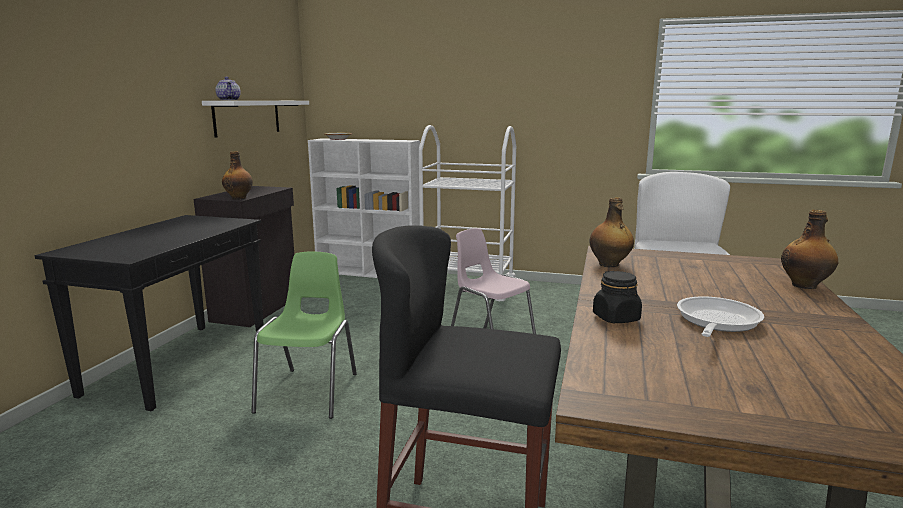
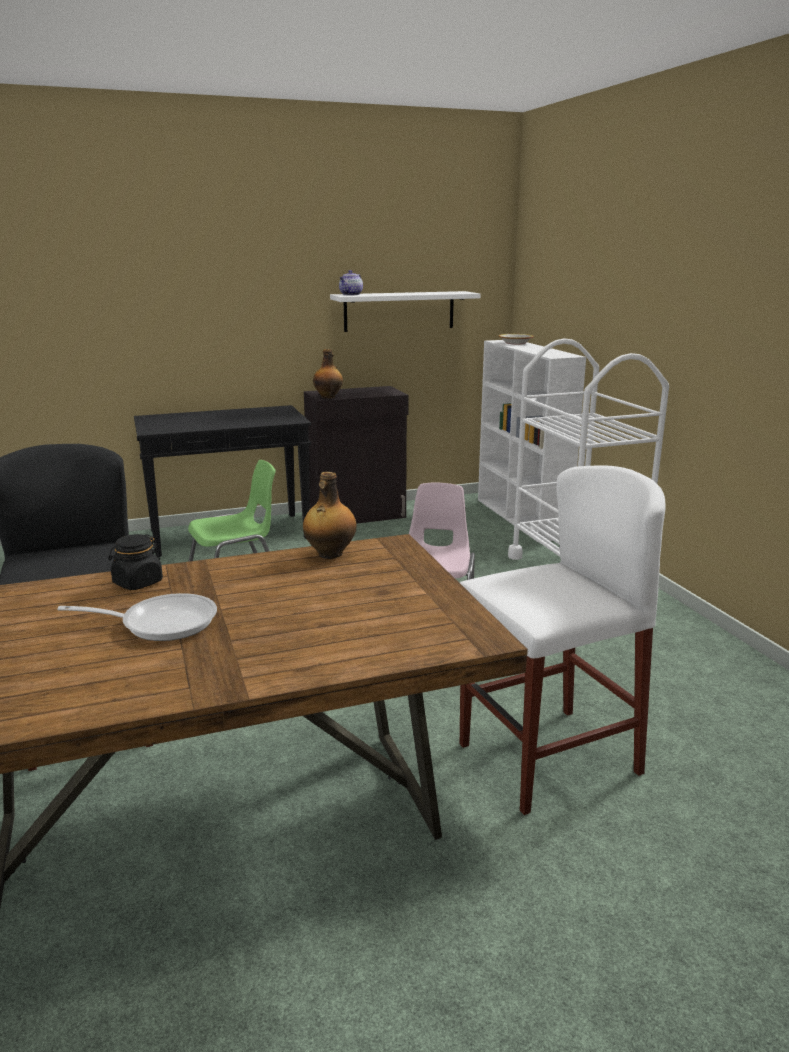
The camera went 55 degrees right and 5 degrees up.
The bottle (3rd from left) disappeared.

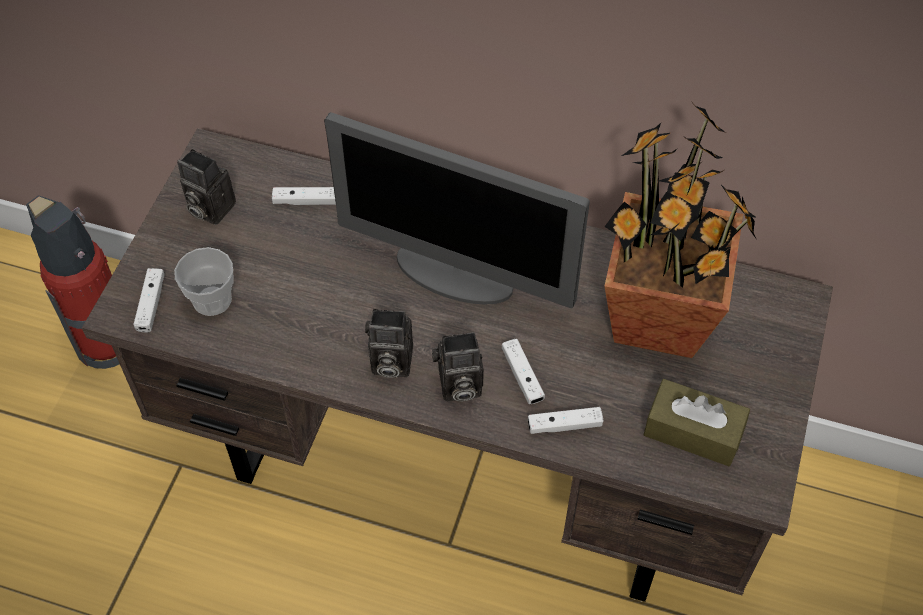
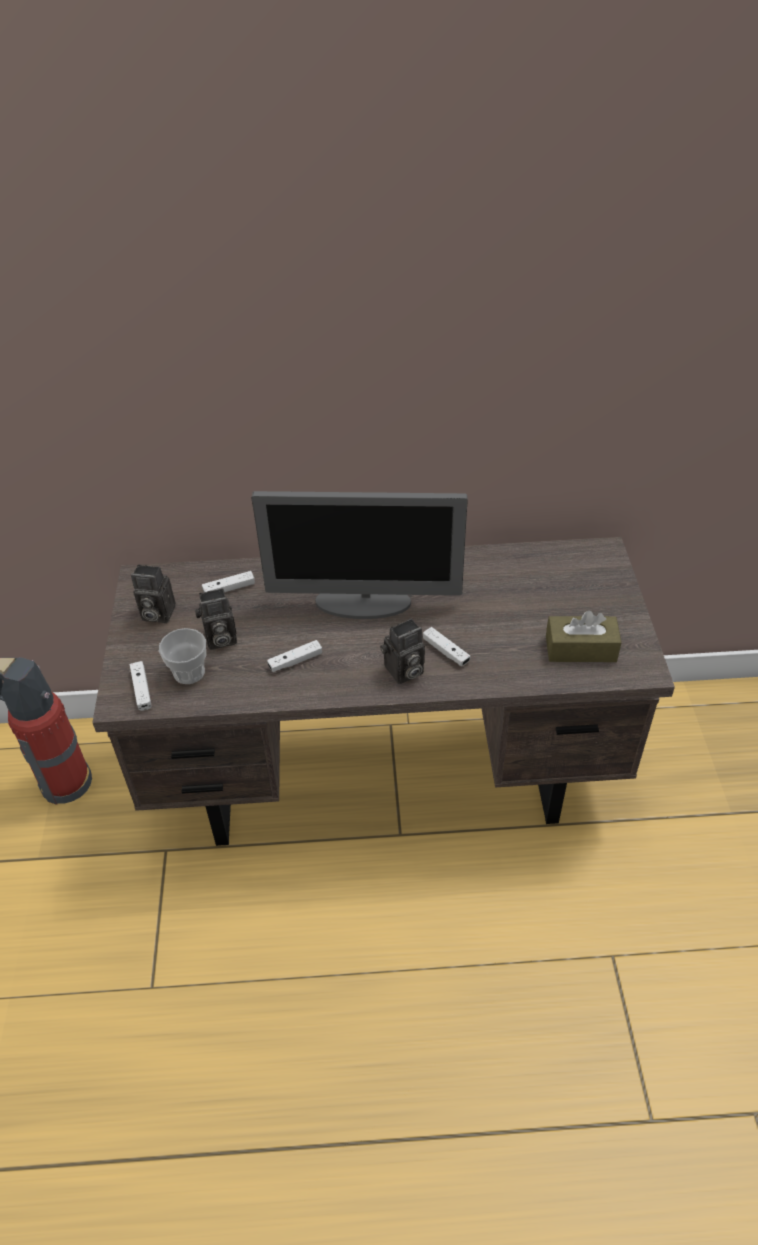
The camera went 20 degrees left and 10 degrees down.
The houseplant disappeared.
The still camera (2nd from left) moved.
The whitish gamepad (4th from left in the first image) moved.

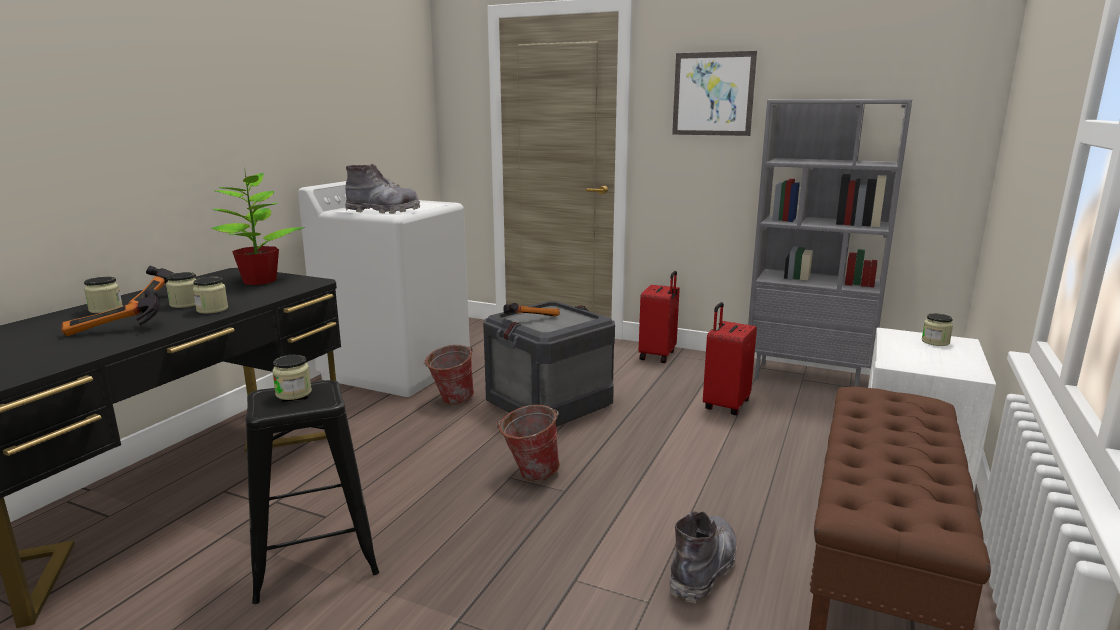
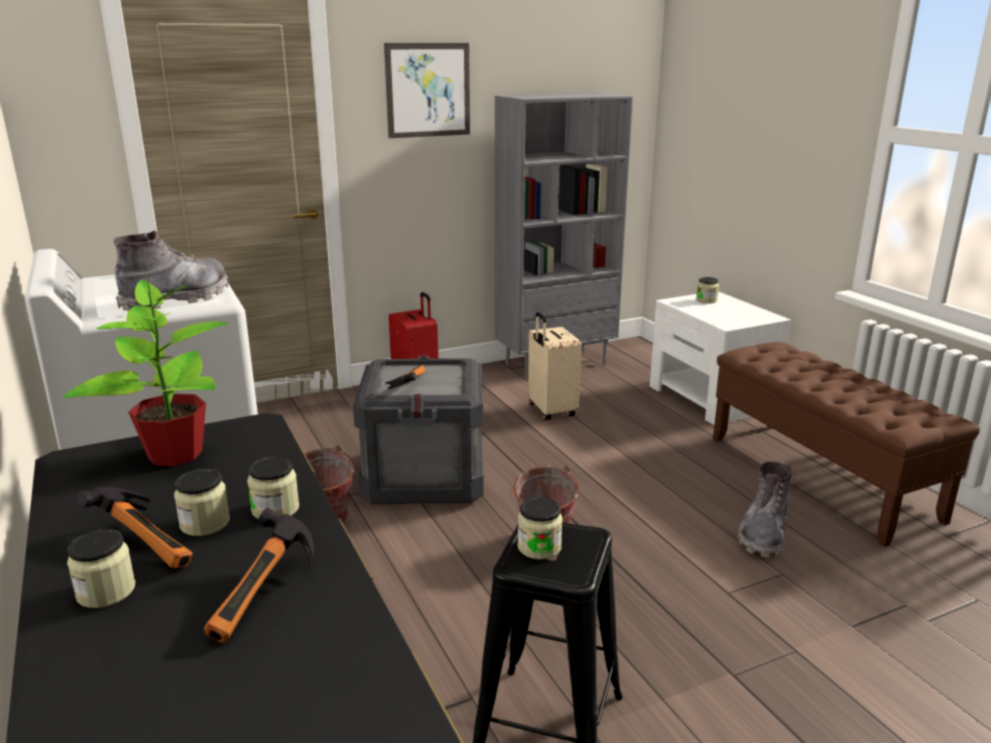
The camera went 50 degrees left and 5 degrees up.
The red-coloured suitcase (2nd from left) became the beige suitcase.
The gray tall boot (2nd from left) turned 135 degrees counterclockwise.

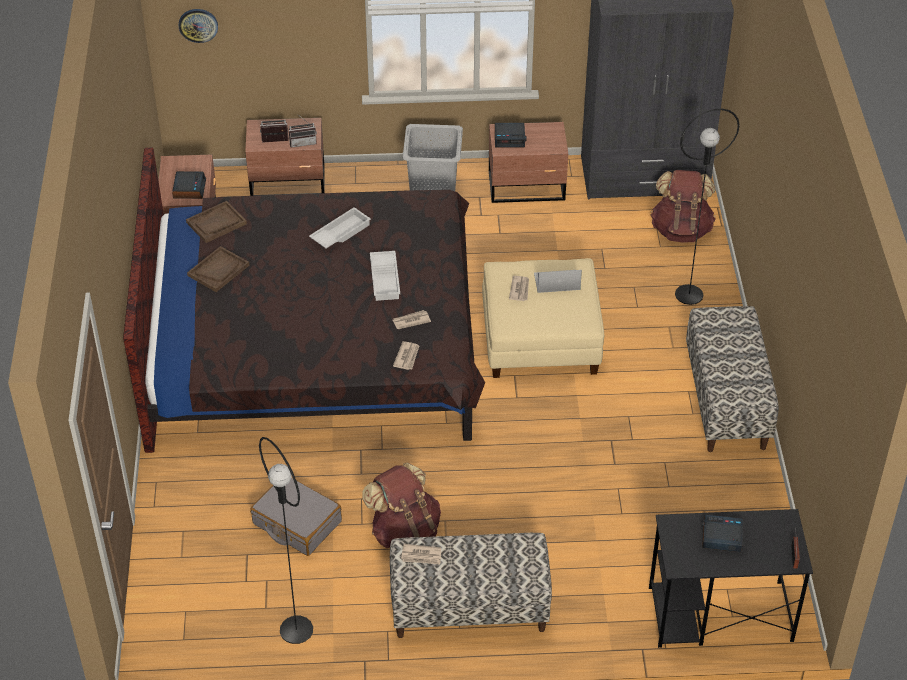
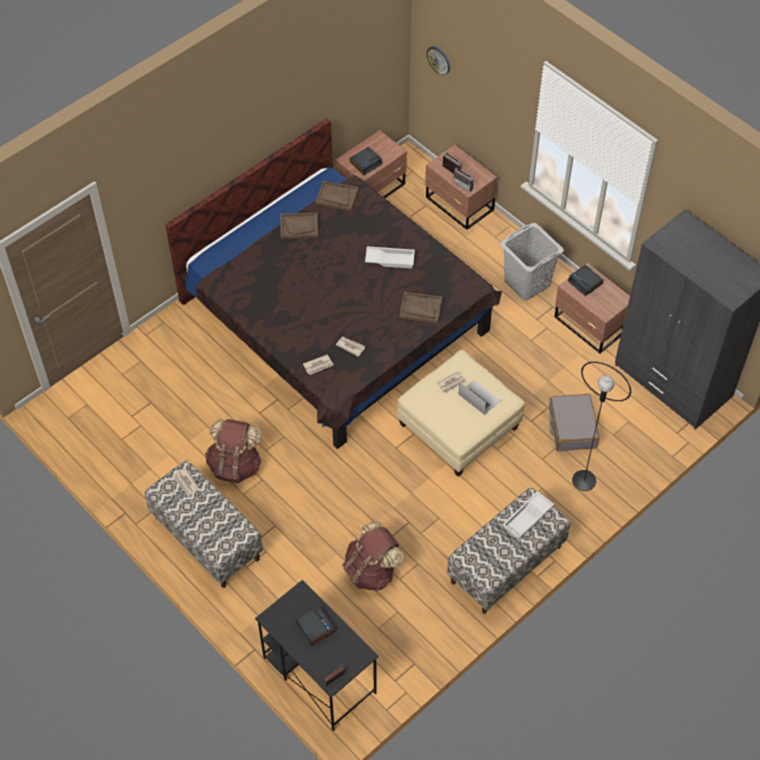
The camera went 50 degrees right and 10 degrees up.
The black standard lamp (1st from left) disappeared.
The brown-coloured carrying tray (3rd from left) appeared.
The gray suitcase moved.
The whitish carrying tray (2nd from left) moved.
The brown-coloured rucksack (2nd from left) moved.

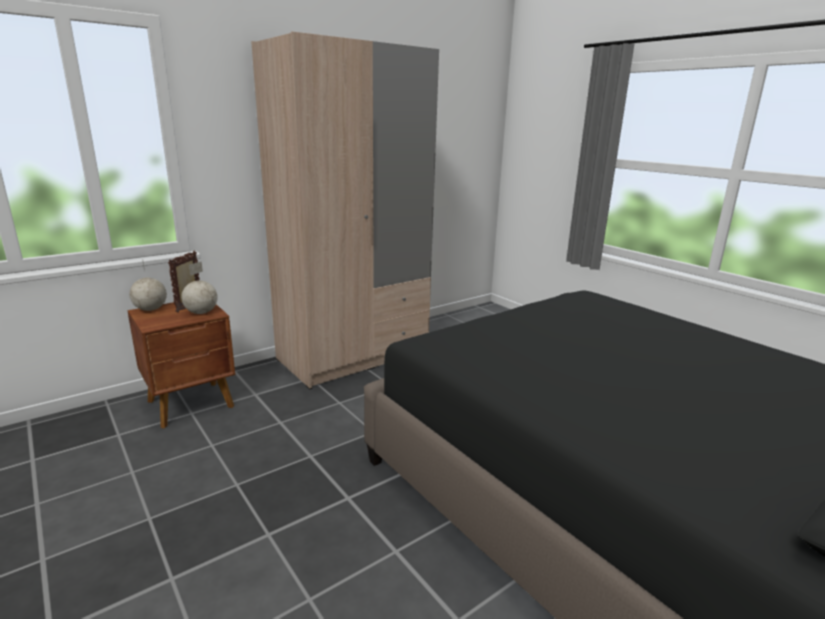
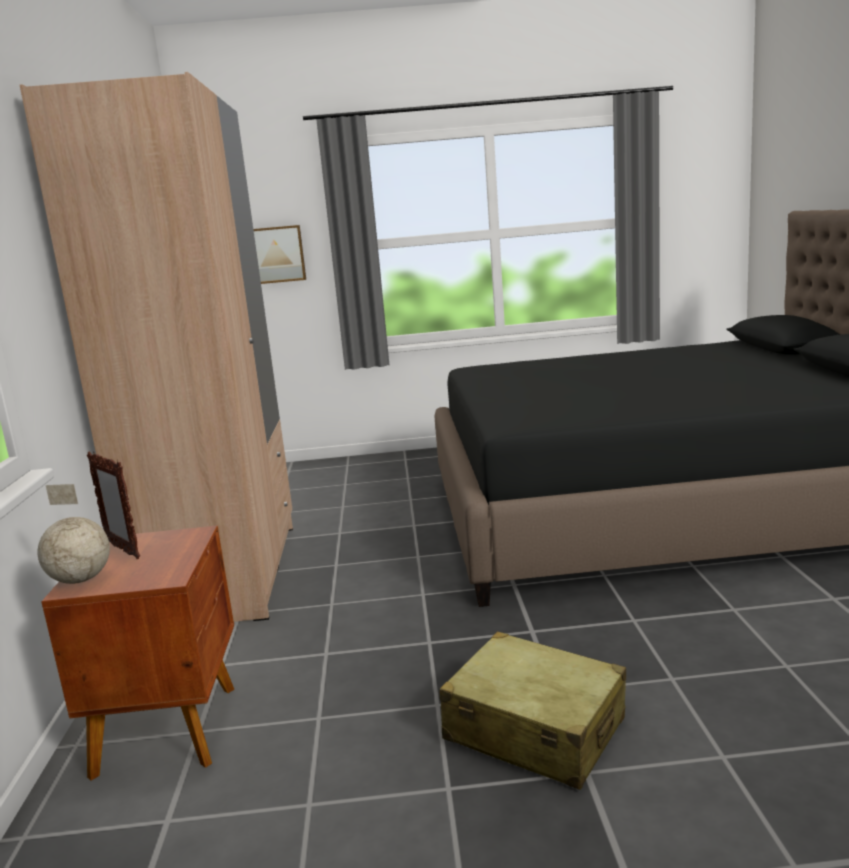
The camera went 55 degrees left and 5 degrees down.
The world globe (2nd from left) disappeared.
The wall art appeared.
The beige suitcase appeared.

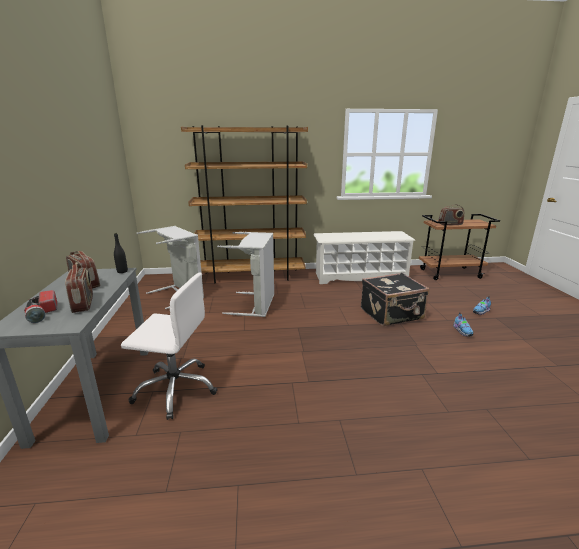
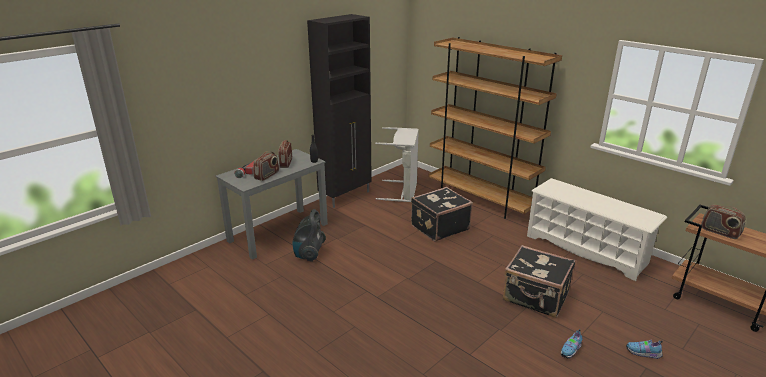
The camera went 50 degrees right and 5 degrees up.
The black storage cabinet appeared.
The whitish desk chair was replaced by the hoover.
The gray laundry basket (2nd from left) was replaced by the black suitcase (1st from left).

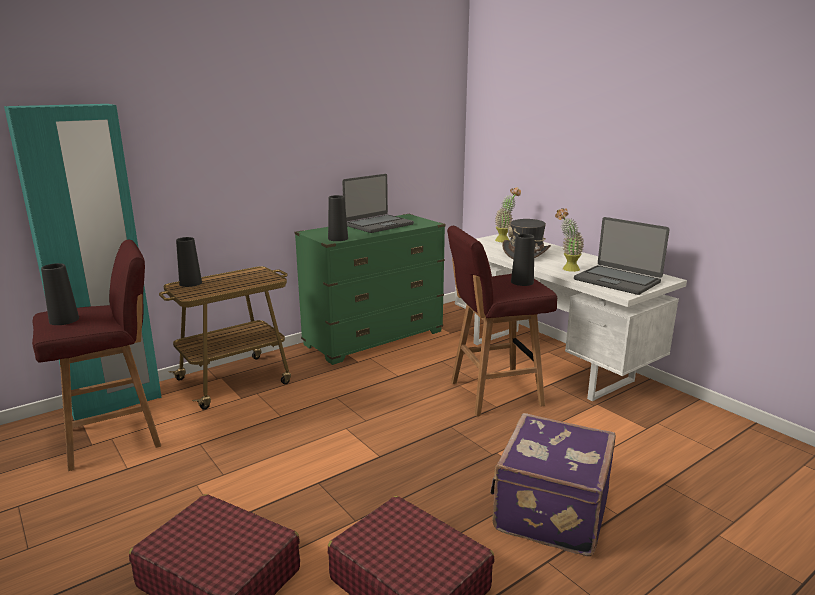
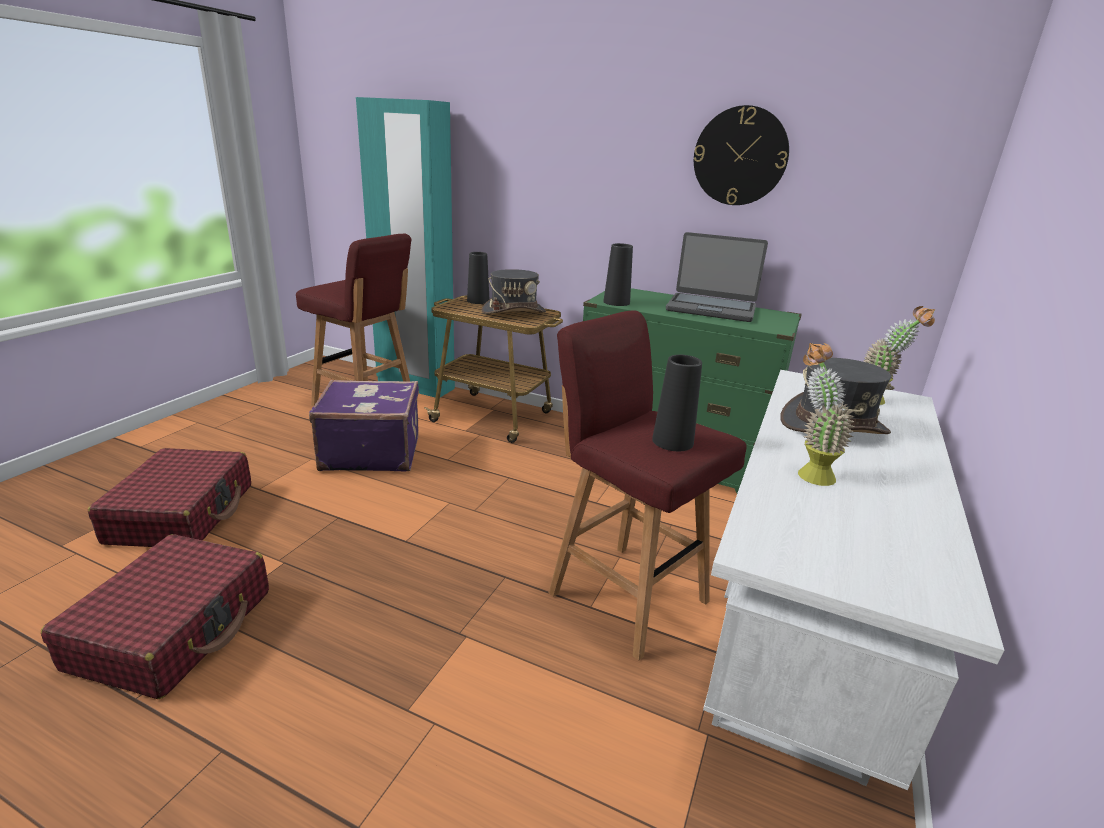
The camera went 60 degrees right and 5 degrees up.
The black flower vase (1st from left) disappeared.
The notebook computer (2nd from left) disappeared.
The gray wearable hat (1st from left) appeared.
The hanging clock appeared.
The purplish suitcase moved.

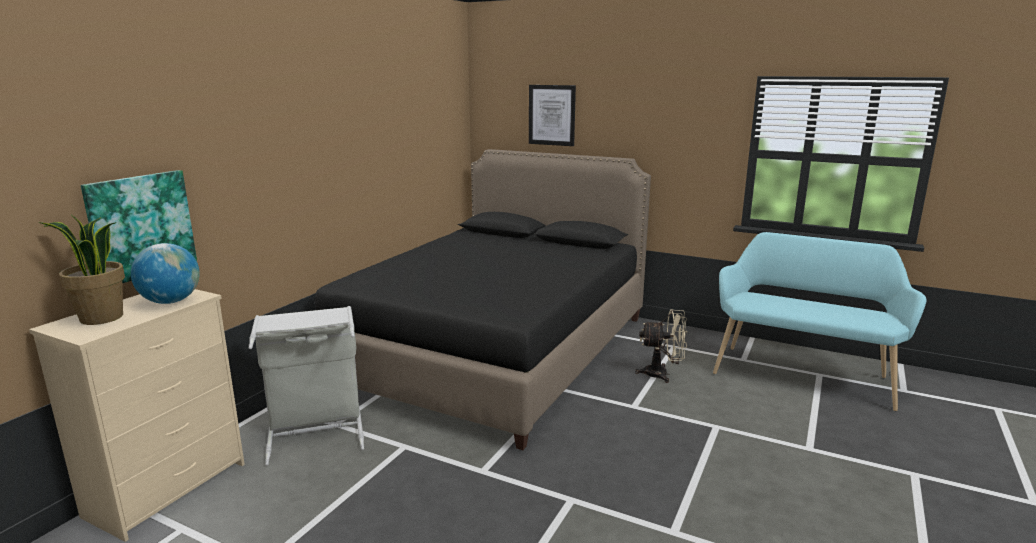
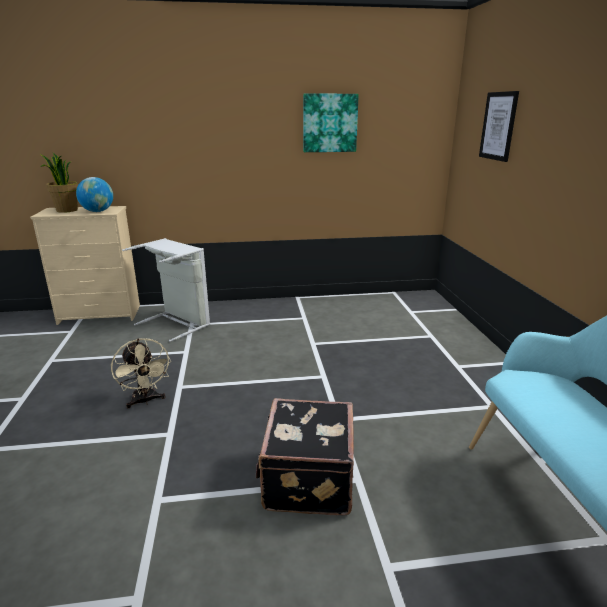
The camera went 55 degrees right and 5 degrees up.
The black bed disappeared.
The black suitcase appeared.
The wall art (1st from left) moved.
The beige fan moved.

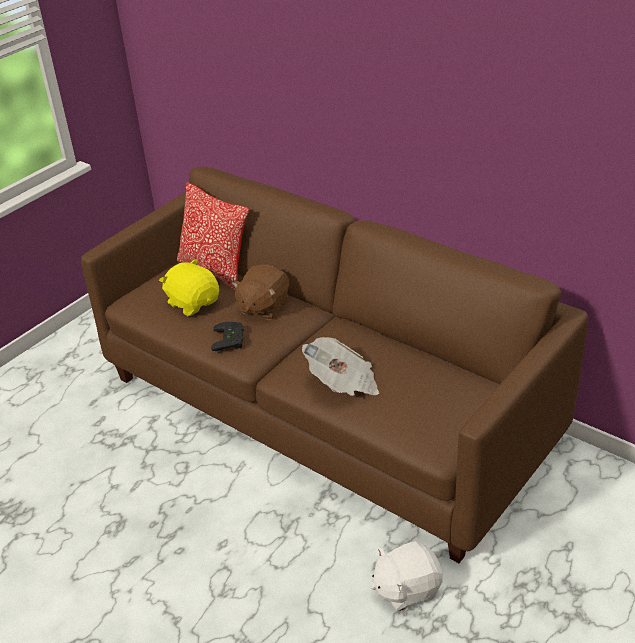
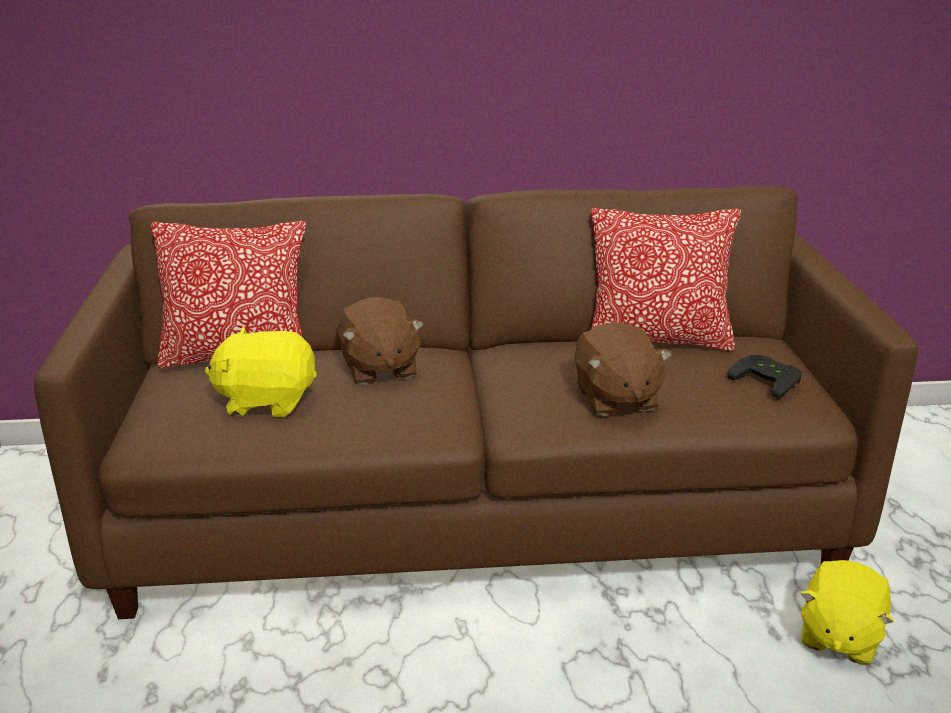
The camera went 45 degrees left and 10 degrees down.
The pillow (2nd from left) appeared.
The black gamepad moved.
The newspaper was replaced by the brown-coloured soft toy (2nd from left).
The whitish soft toy became the yellow soft toy (2nd from left).

